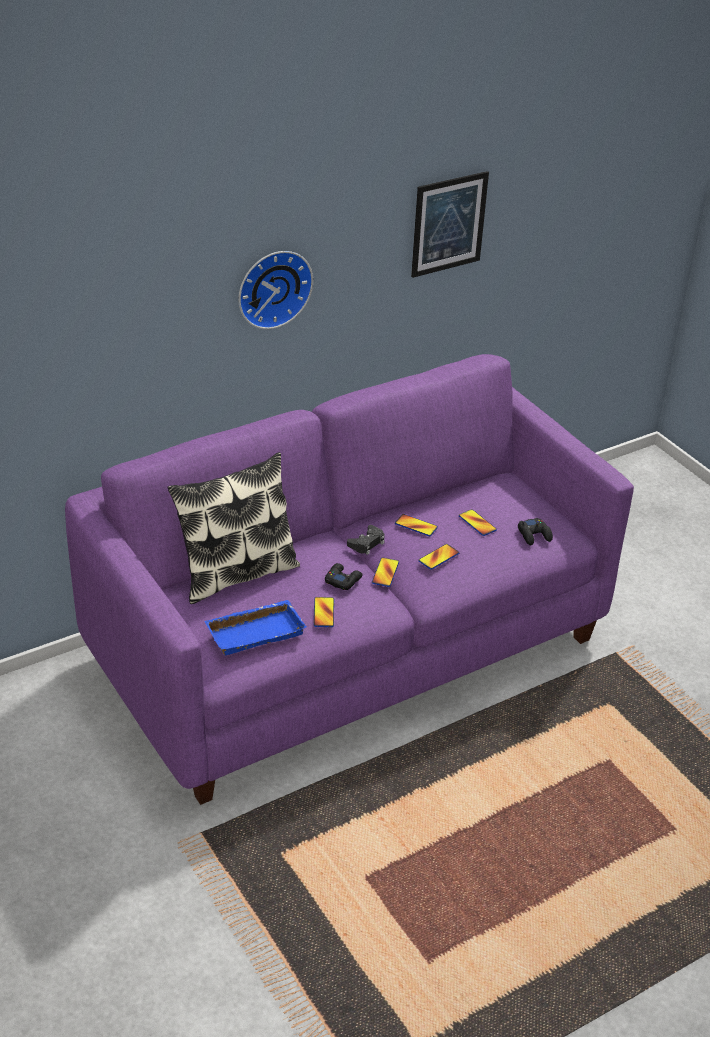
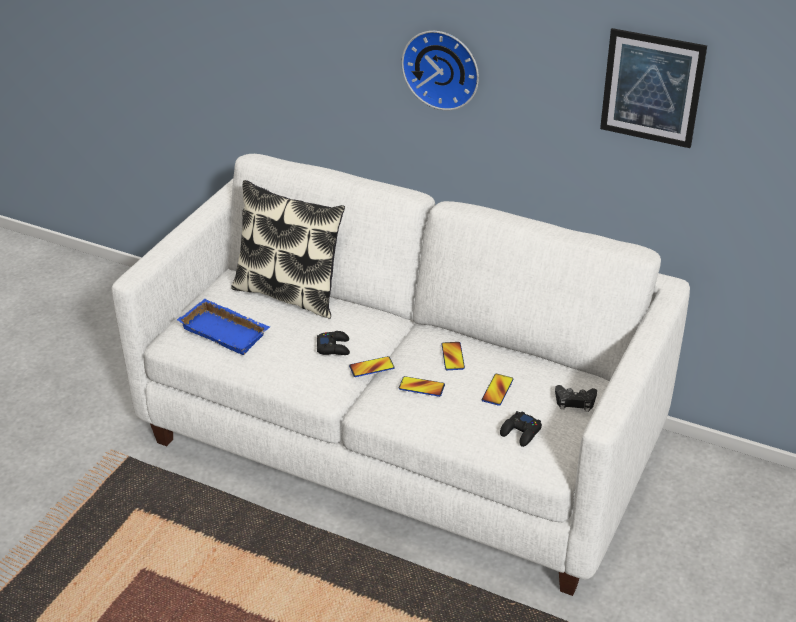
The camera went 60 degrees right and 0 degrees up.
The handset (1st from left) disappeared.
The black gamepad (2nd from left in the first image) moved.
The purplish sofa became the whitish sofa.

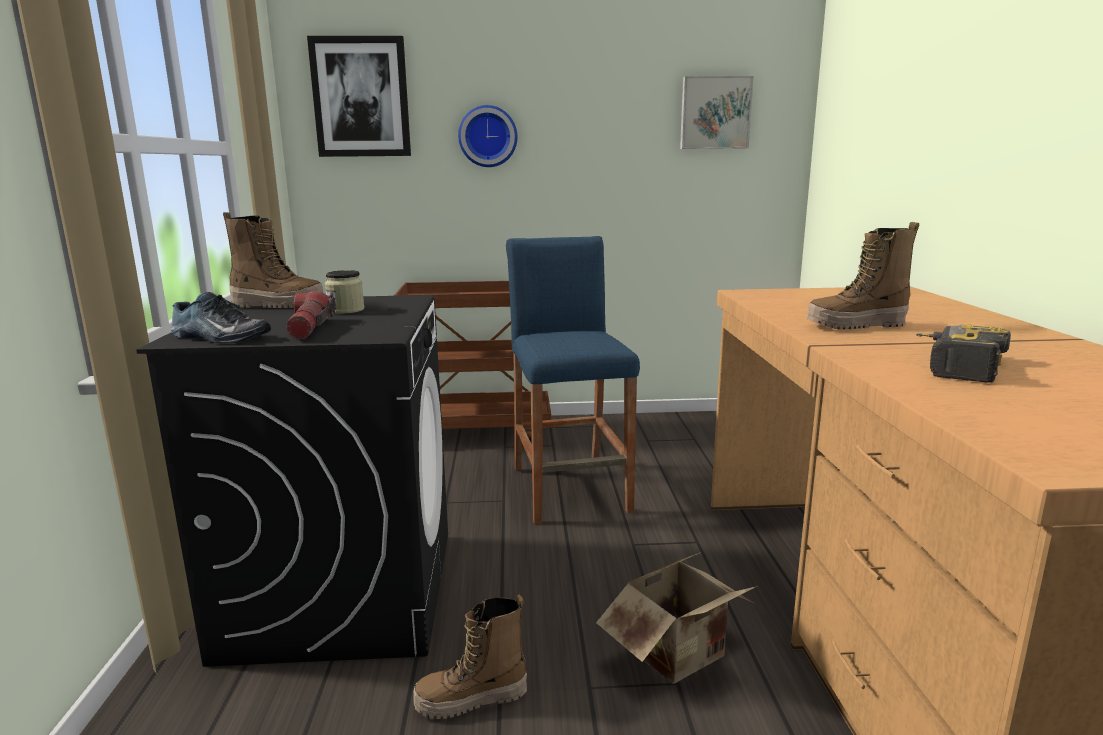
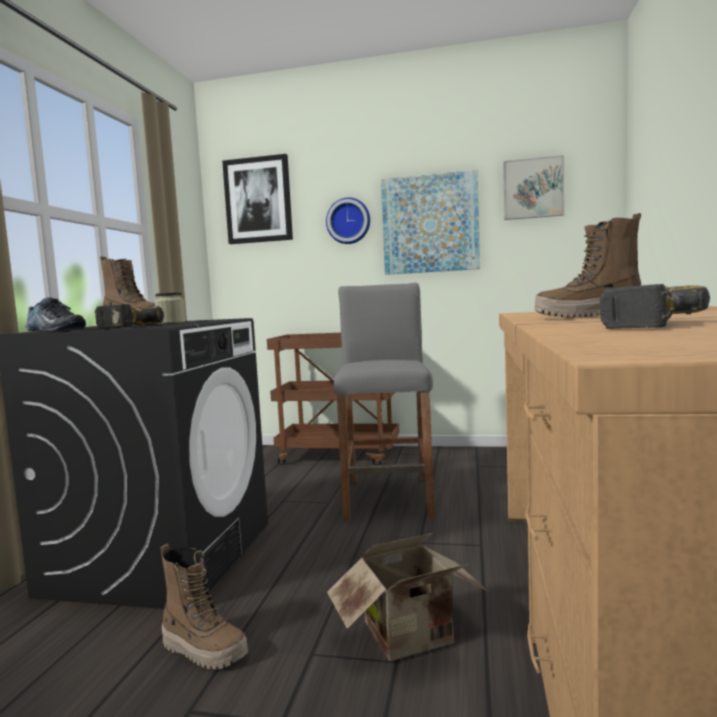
The camera went 15 degrees right and 10 degrees down.
The wall art (2nd from left) appeared.
The flashlight was replaced by the power drill (1st from left).
The bluish stool became the gray stool.
The tall boot (2nd from left) turned 150 degrees counterclockwise.

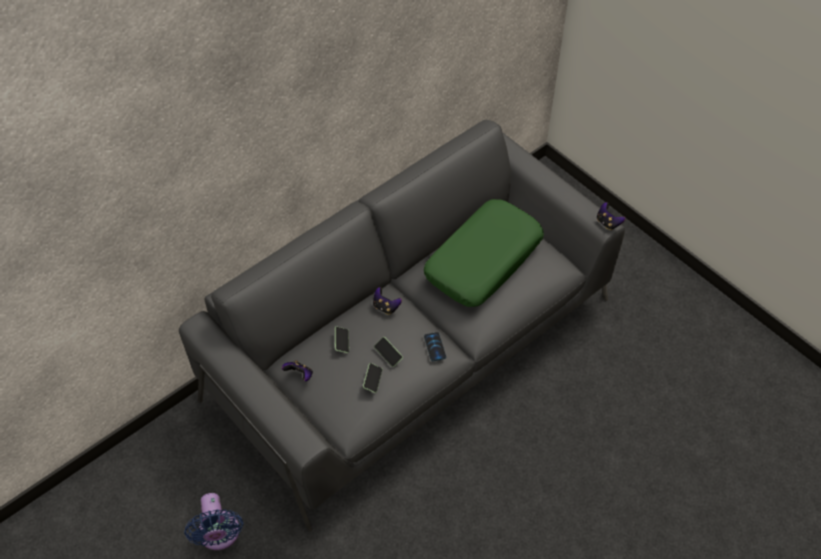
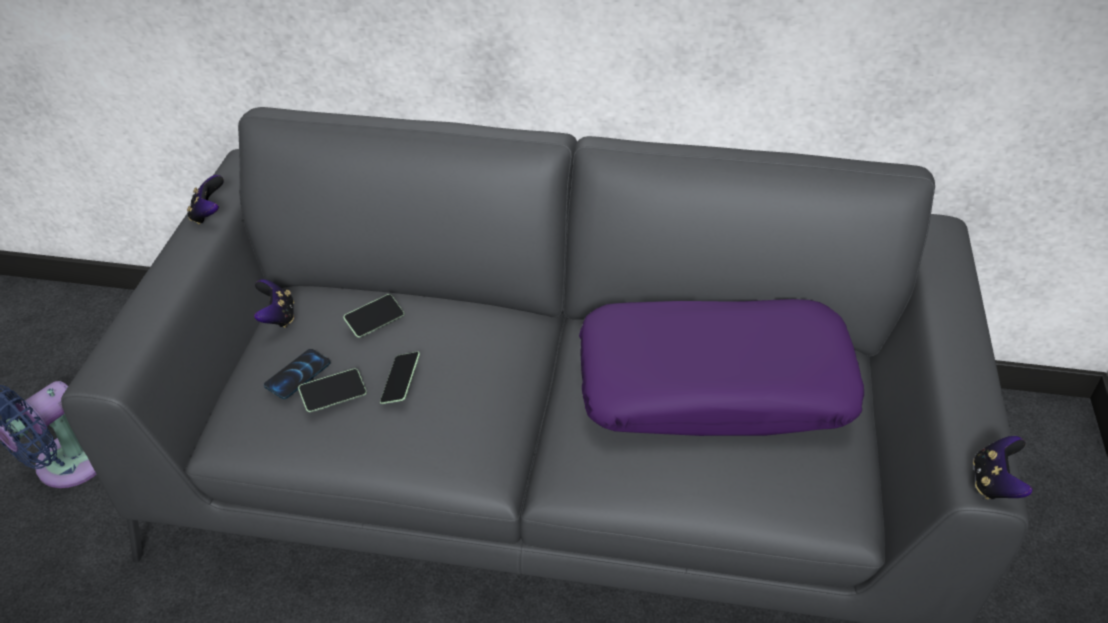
The camera went 50 degrees right and 10 degrees down.
The gamepad (2nd from left in the first image) moved.
The handset (4th from left in the first image) moved.
The greenish pillow became the purplish pillow.

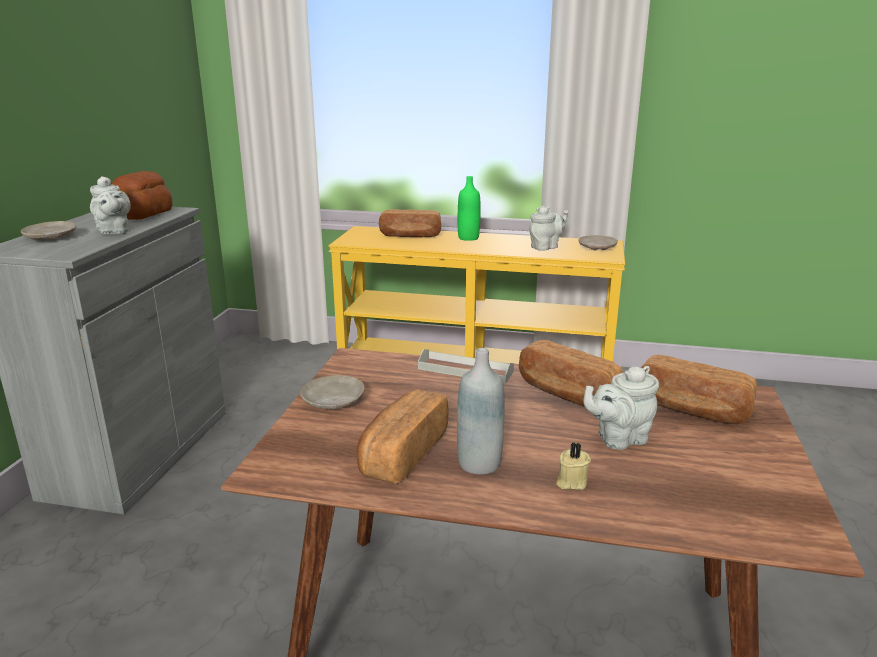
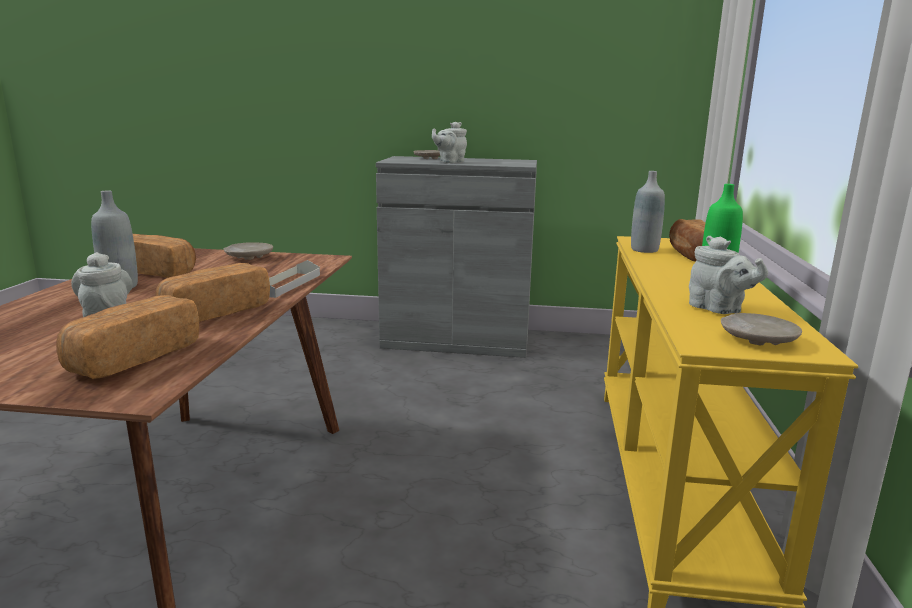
The camera went 85 degrees right and 5 degrees down.
The bread (1st from left) disappeared.
The beige wax candle disappeared.
The gray bottle (2nd from left) appeared.

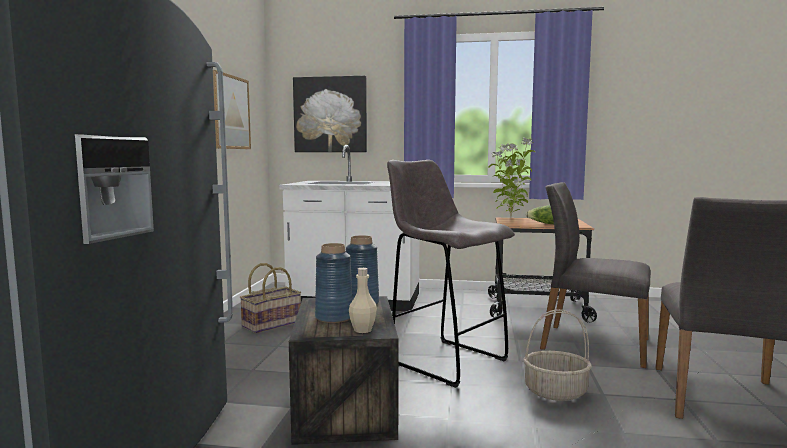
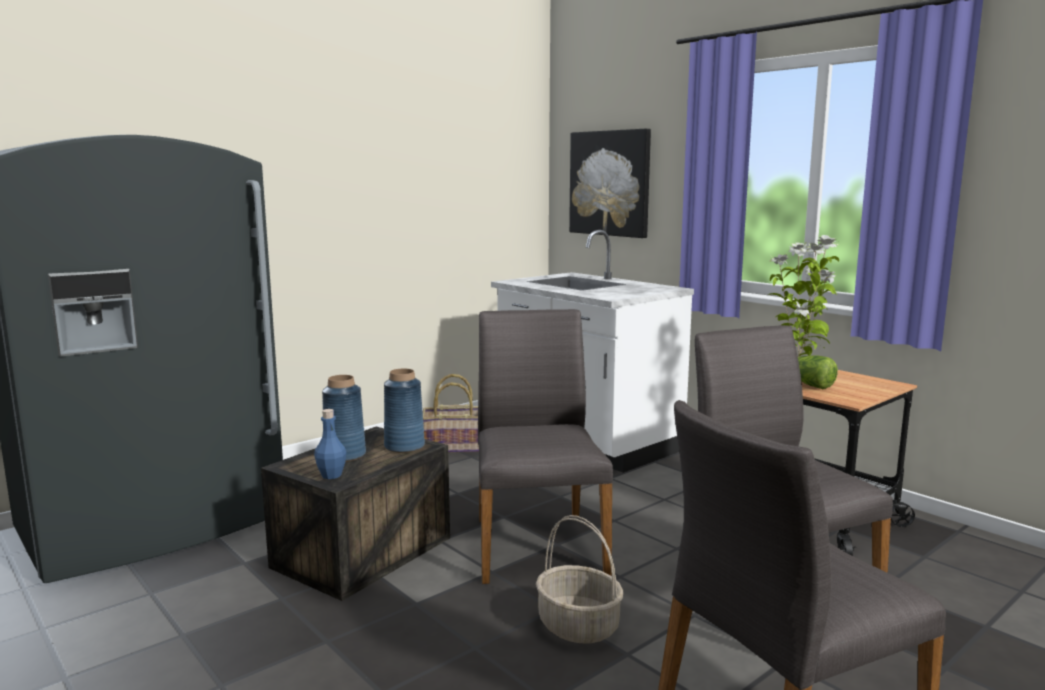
The camera went 40 degrees right and 5 degrees up.
The wall art (1st from left) disappeared.
The gray stool was replaced by the gray chair (1st from left).
The beige bottle became the bluish bottle.

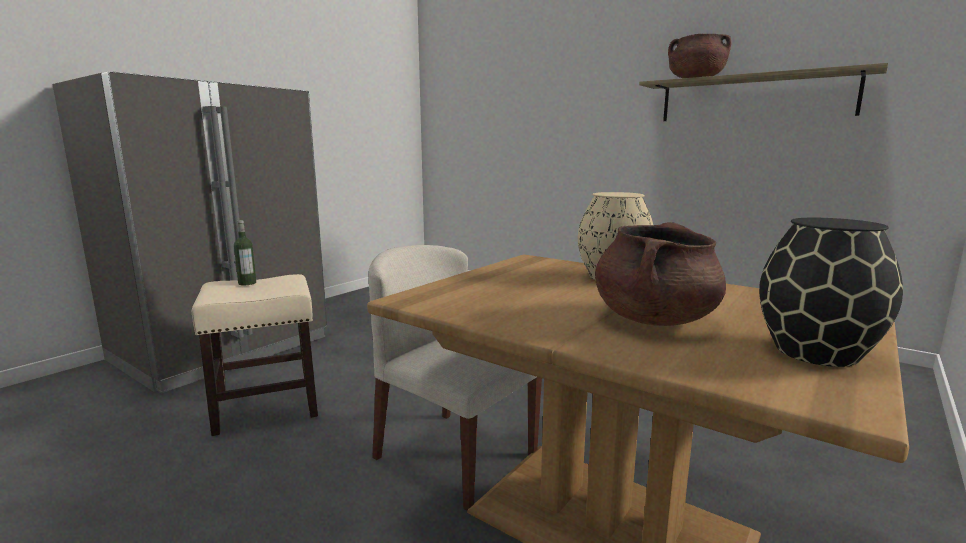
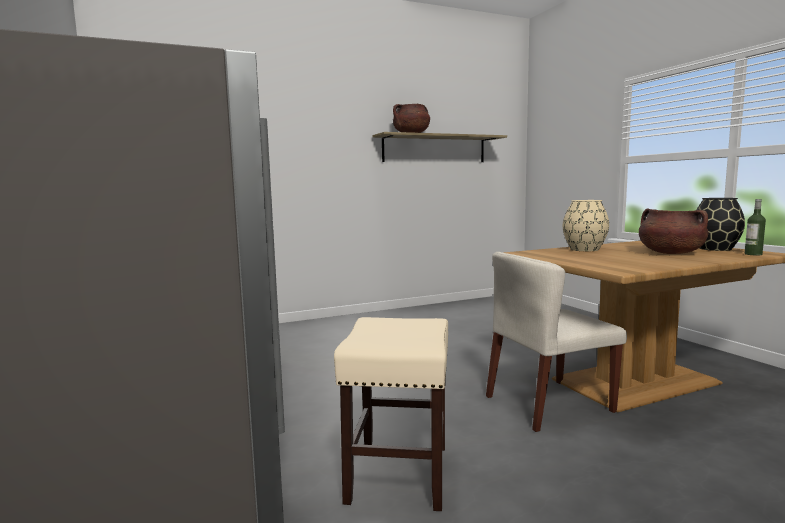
The camera went 60 degrees left and 5 degrees down.
The bottle moved.

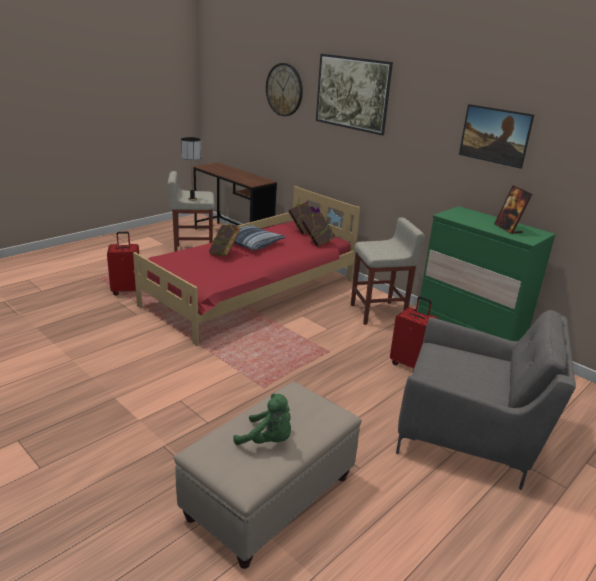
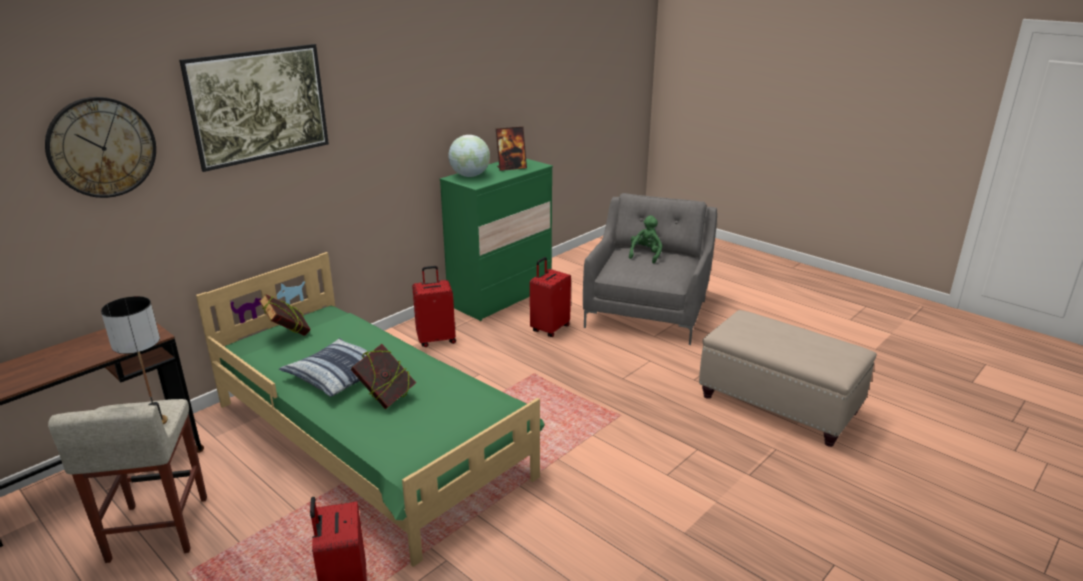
The camera went 90 degrees left and 0 degrees up.
The bound book (3rd from left) disappeared.
The wall art (2nd from left) disappeared.
The world globe appeared.
The greenish soft toy moved.
The beige stool (2nd from left) was replaced by the red-coloured suitcase (2nd from left).
The red-coloured bed became the greenish bed.

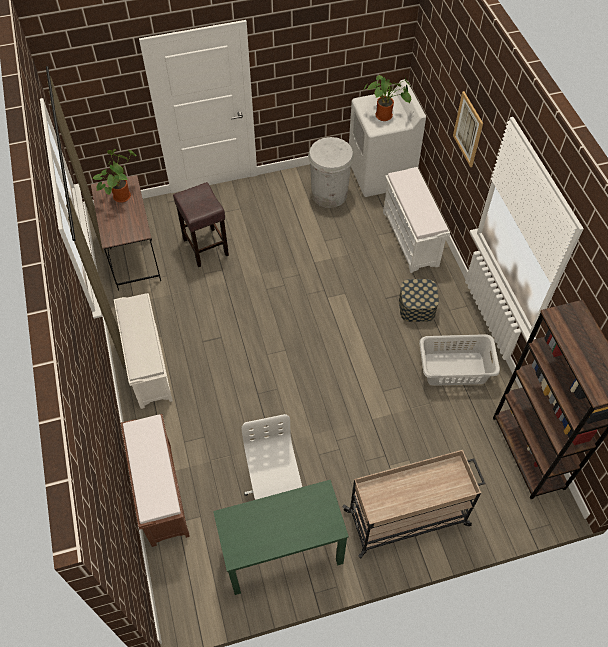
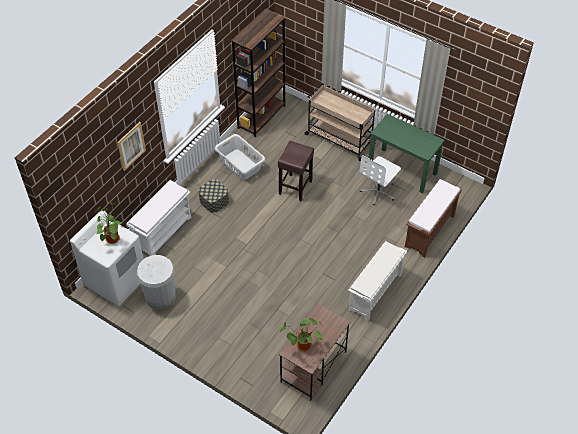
The camera went 130 degrees left and 5 degrees down.
The brown-coloured stool moved.

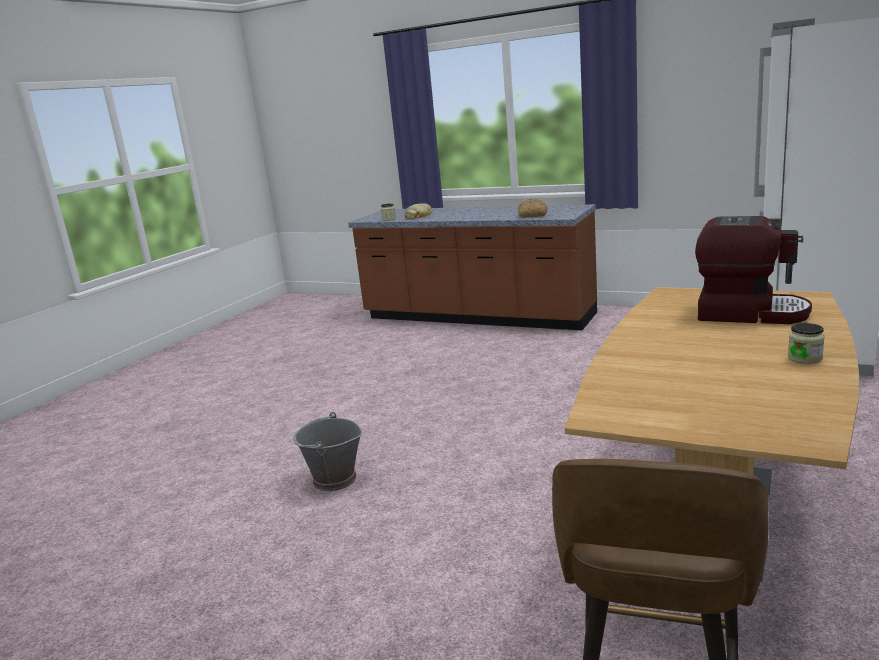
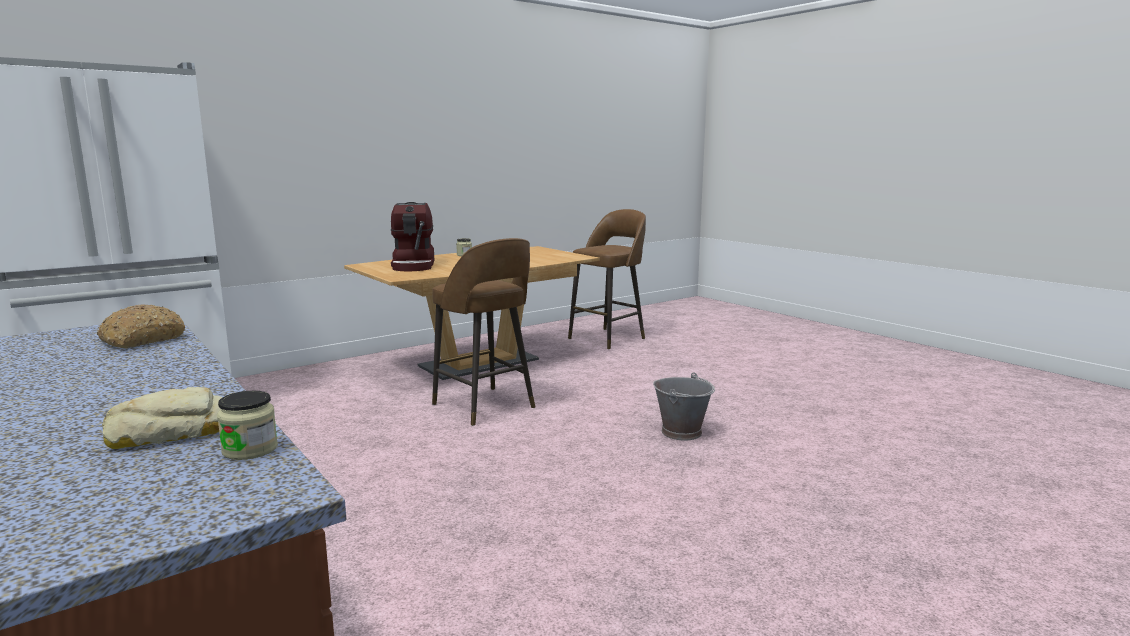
The camera went 155 degrees left and 5 degrees down.
The brown-coloured stool (1st from left) appeared.
The coffee brewer turned 150 degrees counterclockwise.

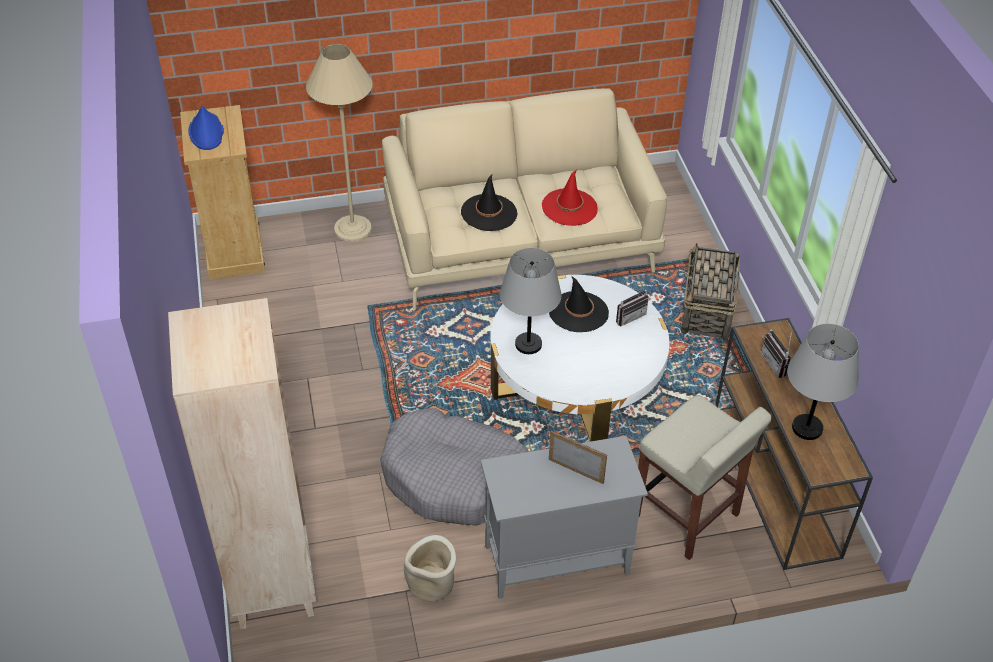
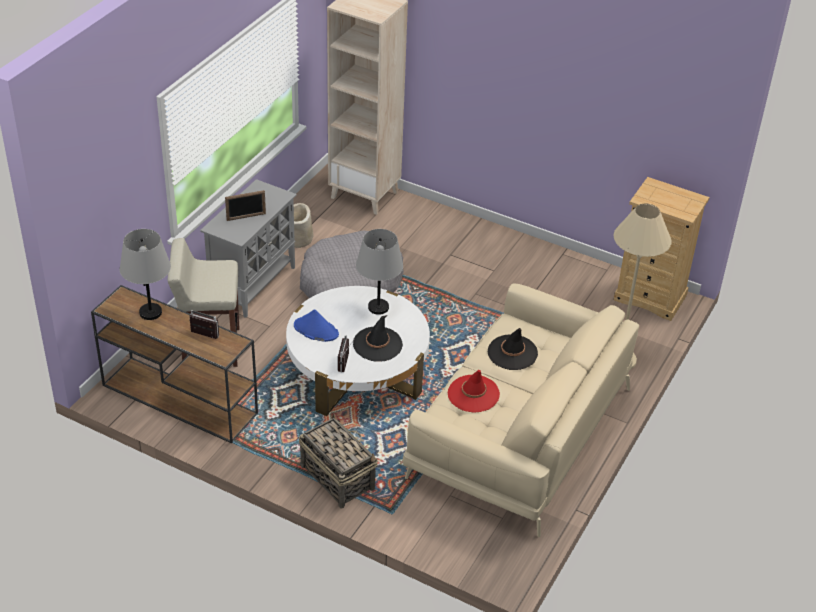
The camera went 130 degrees right and 5 degrees down.
The bluish wearable hat moved.

